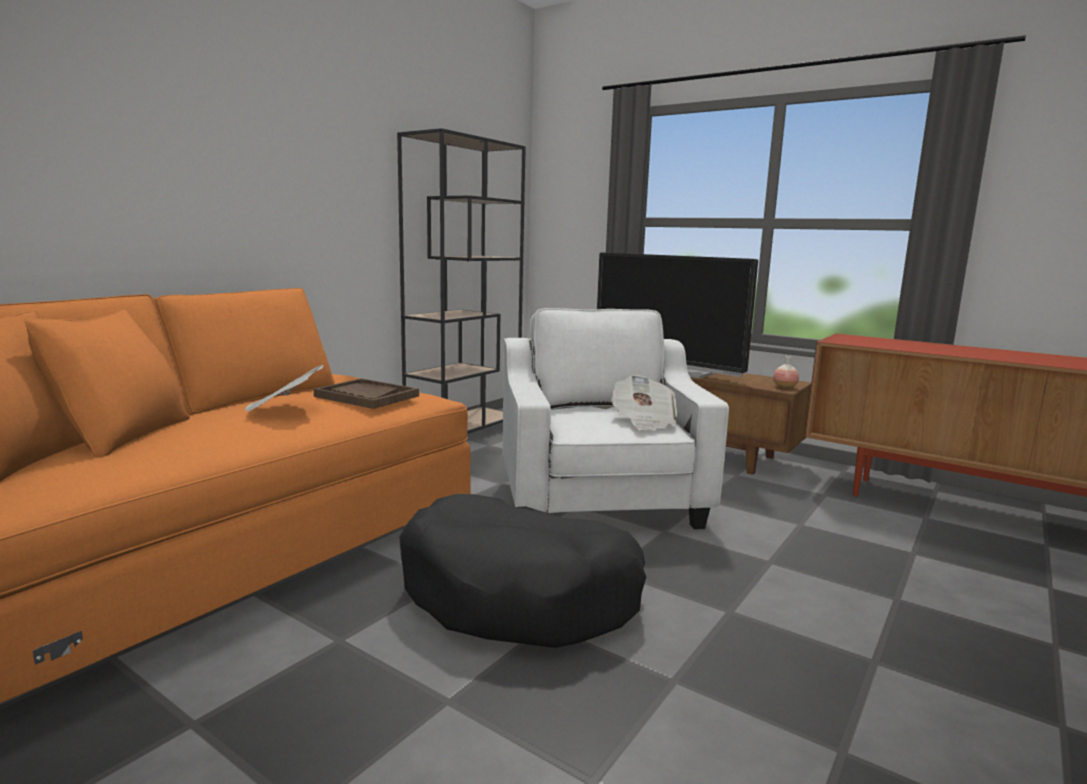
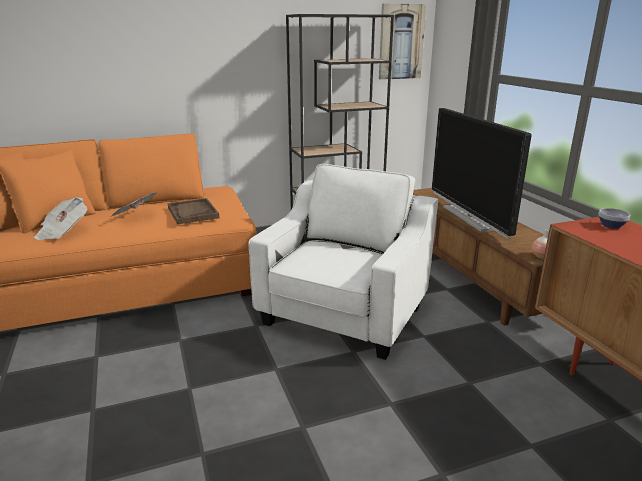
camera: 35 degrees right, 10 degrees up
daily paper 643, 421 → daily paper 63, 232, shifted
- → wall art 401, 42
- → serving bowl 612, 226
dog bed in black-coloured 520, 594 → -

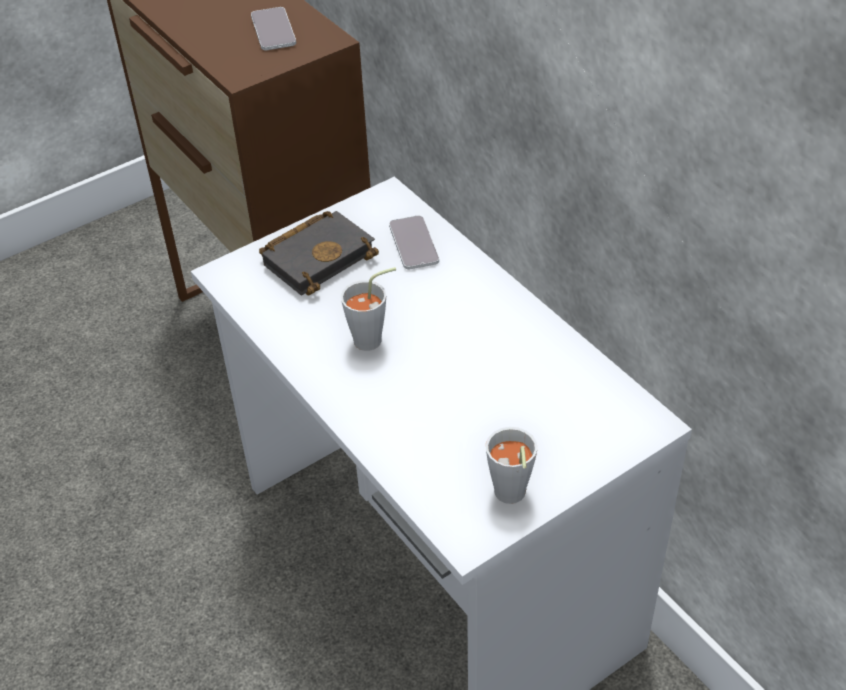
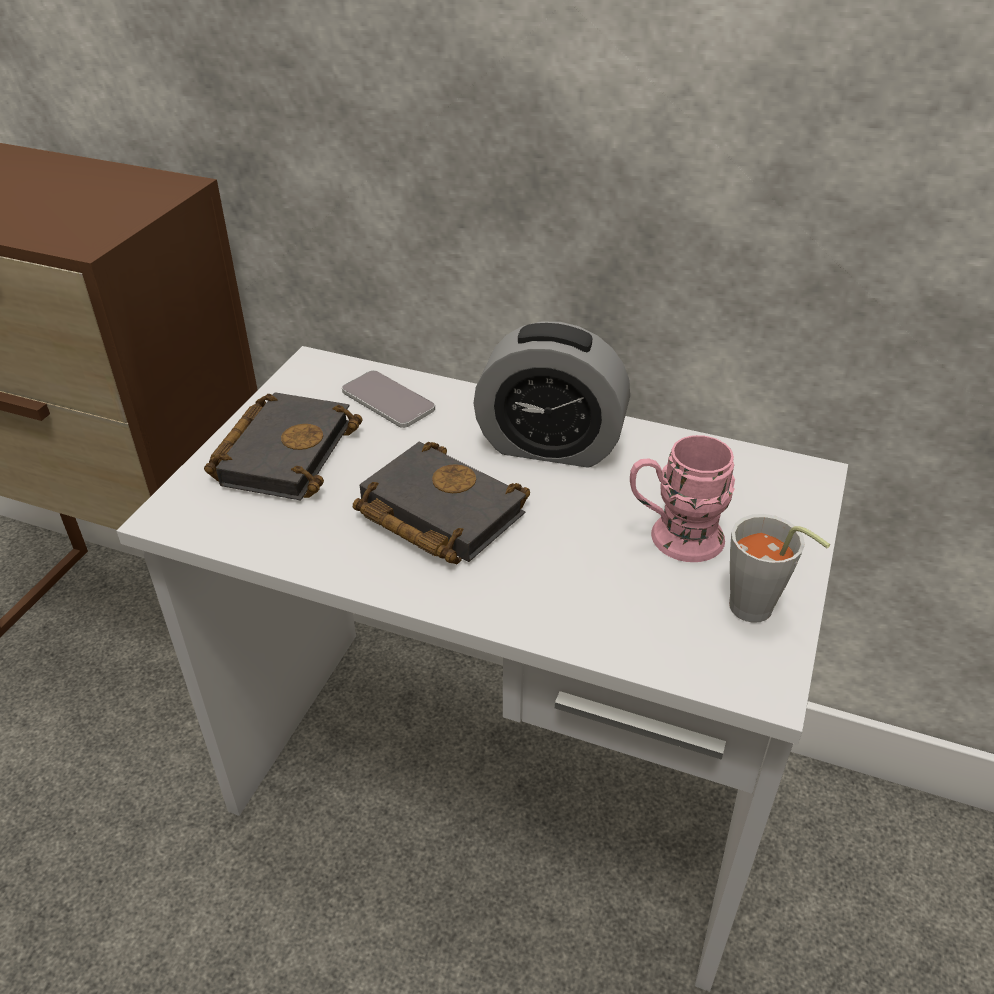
camera: 35 degrees left, 5 degrees down
small cup in gray 374, 339 → book in black-coloured 435, 512
- → alarm clock 550, 445
- → tea mug in pink-coloured 673, 538
telephone 273, 30 → -

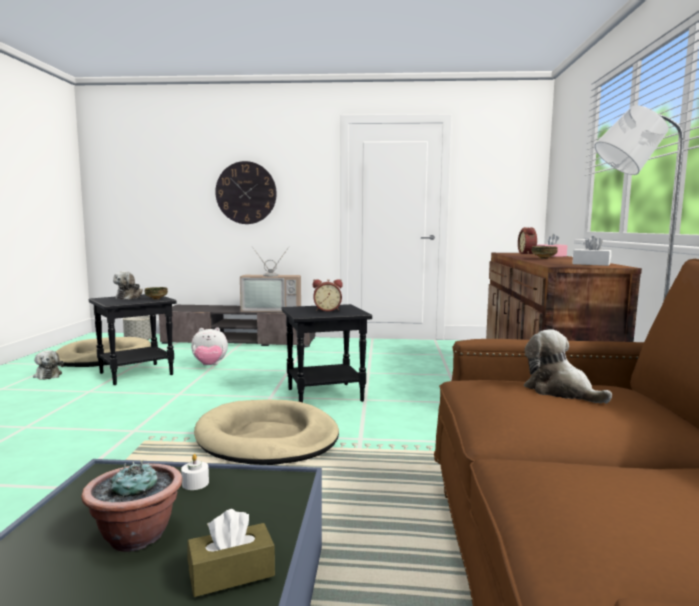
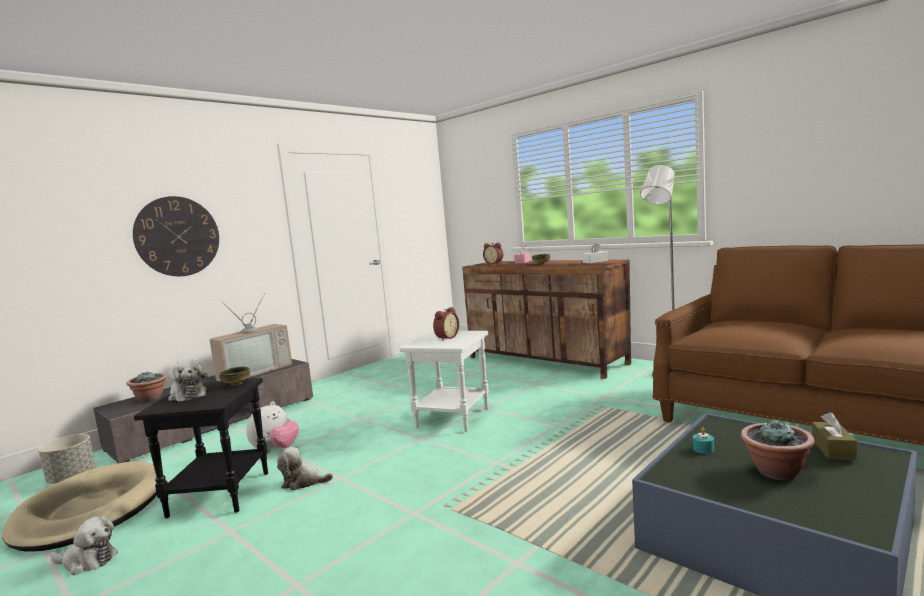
camera: 50 degrees left, 0 degrees up
- → plant in a pot 150, 399
soft toy 560, 391 → soft toy 303, 482, shifted
end table in black-coloured 325, 394 → end table in whitish 452, 417
wax light in whitish 195, 483 → wax light in blue-green 703, 449
dog bed in sand-coloured 267, 438 → -

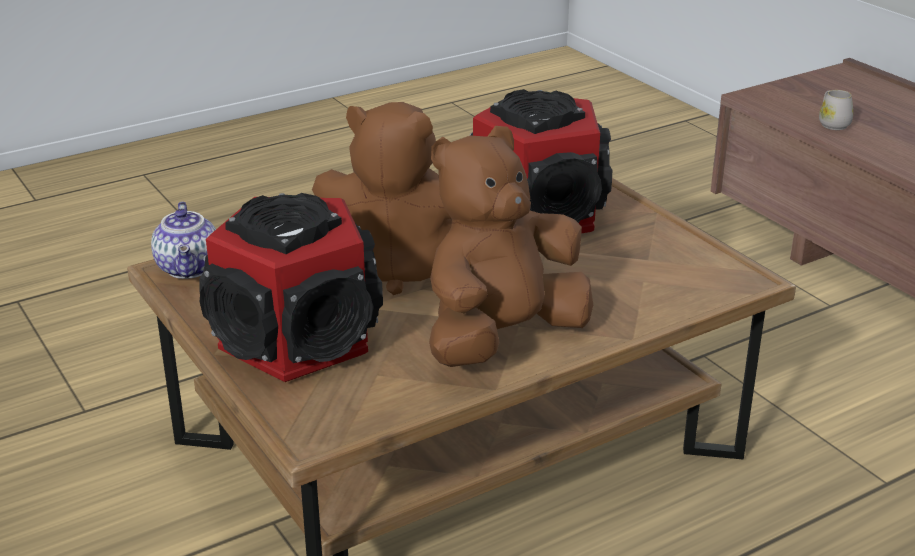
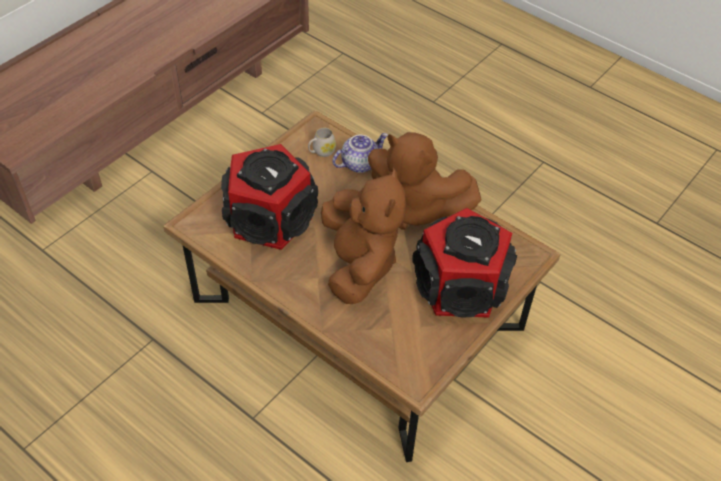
camera: 110 degrees left, 20 degrees up
tea mug in whitish 832, 123 → tea mug in whitish 321, 152, shifted
tea pot 190, 268 → tea pot 359, 163, shifted

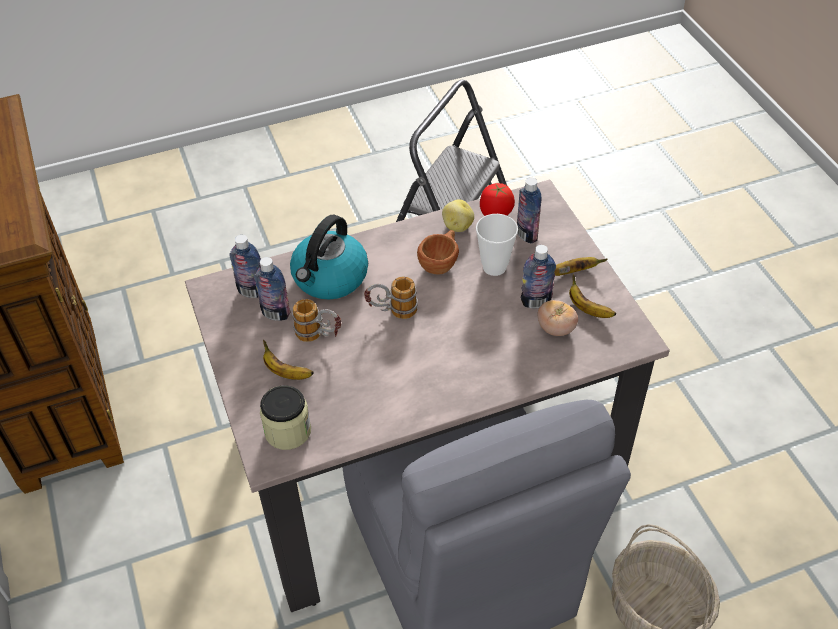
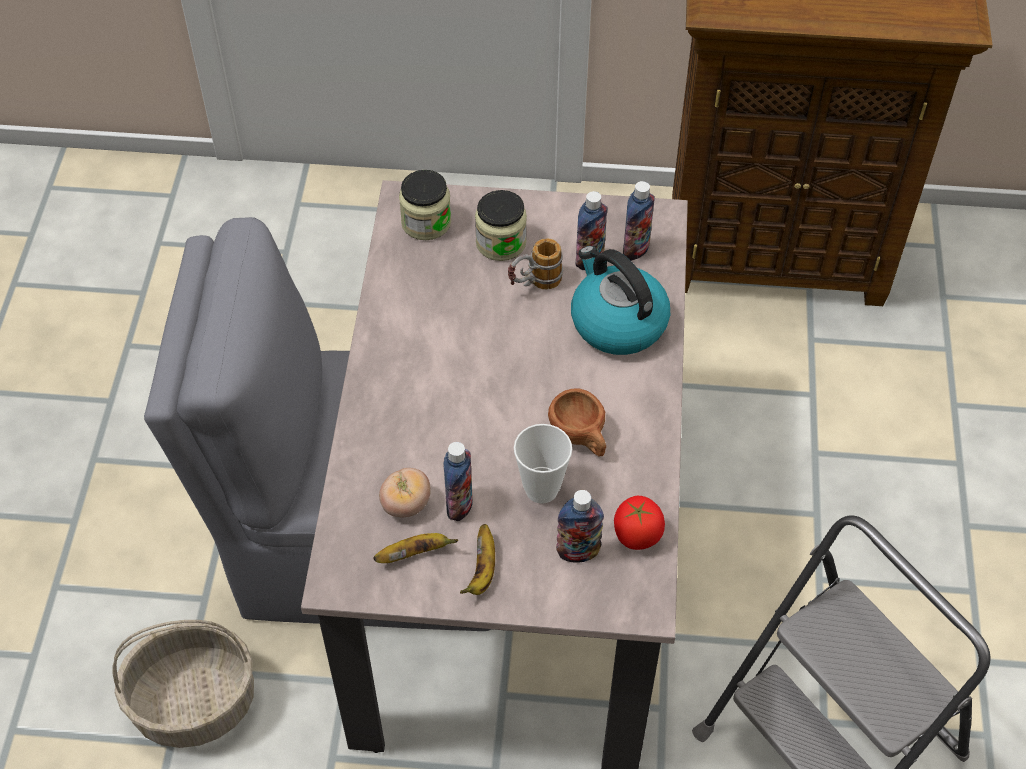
camera: 115 degrees right, 5 degrees up
whole banana 286, 372 → storage jar 501, 243
tea mug 391, 312 → -
whole potato 457, 226 → -

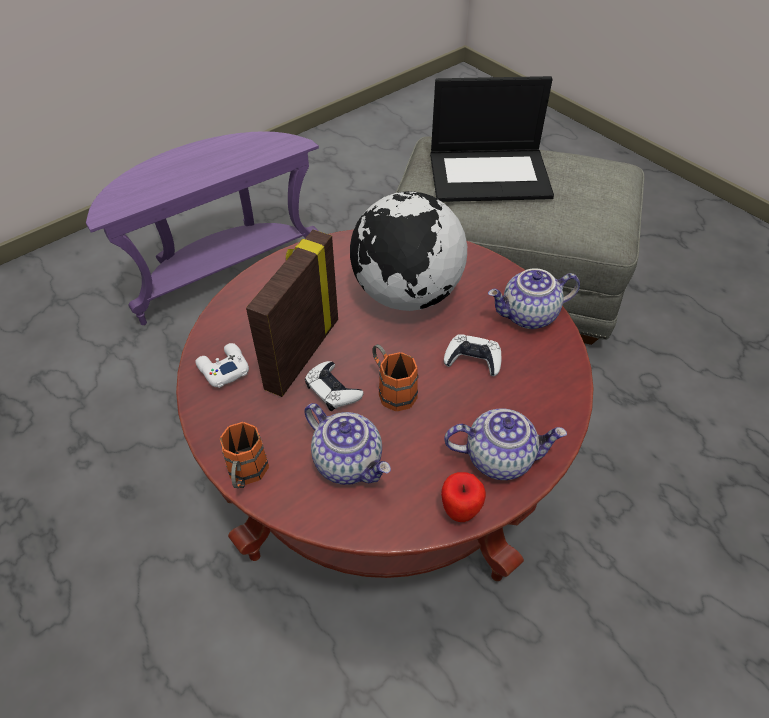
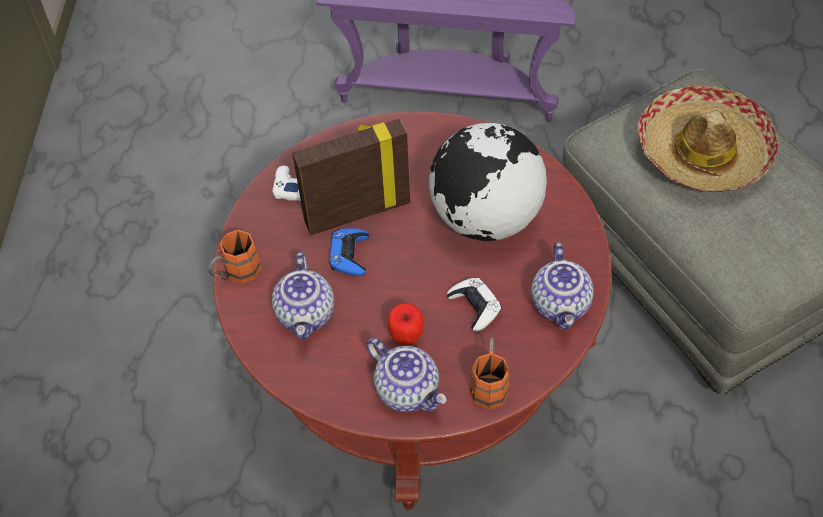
camera: 45 degrees right, 5 degrees up
joypad in whitish 333, 390 → joypad in bluish 349, 255
apple fruit 460, 511 → apple fruit 406, 337, shifted
tea mug in orange 391, 389 → tea mug in orange 489, 383, shifted
tea pot 528, 316 → tea pot 562, 305, 120 degrees counterclockwise
notebook computer 490, 174 → wearable hat 703, 152

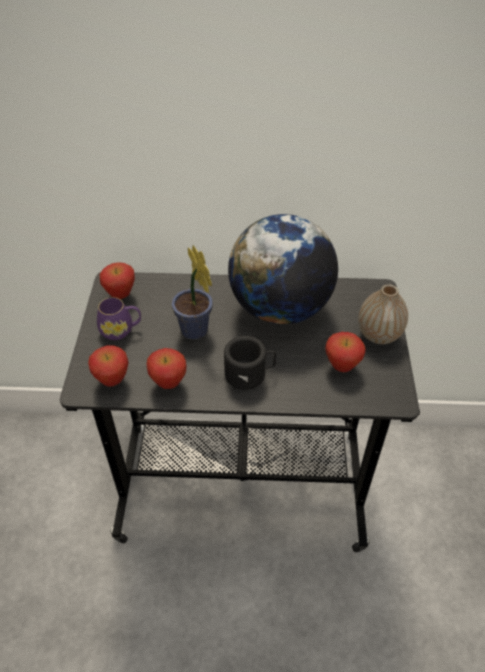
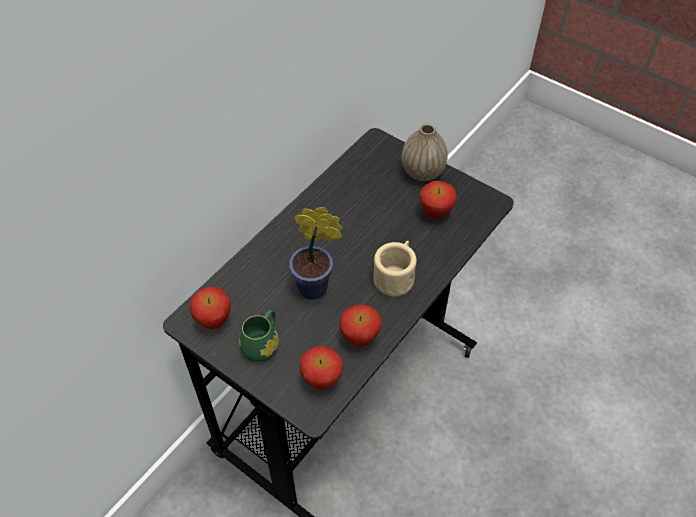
camera: 55 degrees left, 5 degrees up
tea mug in purple 121, 330 → tea mug in greenish 263, 344
tea mug in black-coloured 250, 374 → tea mug in sand-coloured 395, 276
desk globe 280, 308 → -

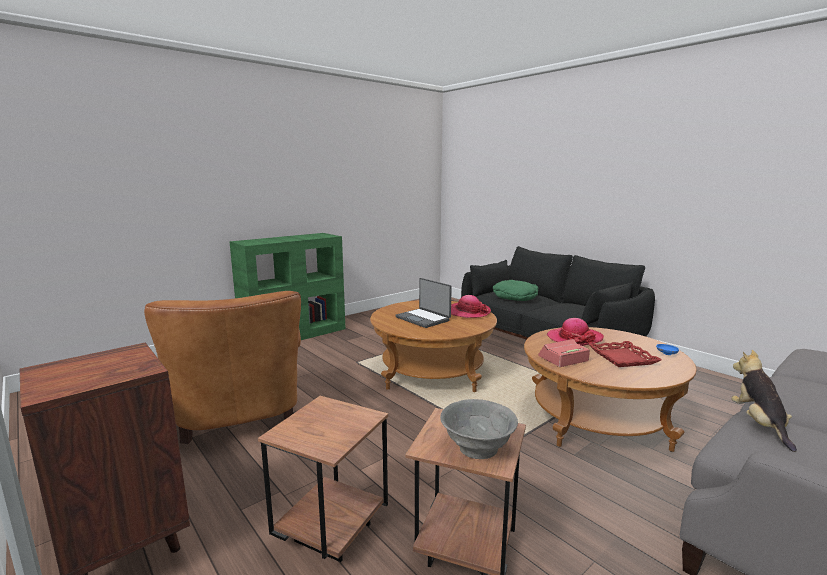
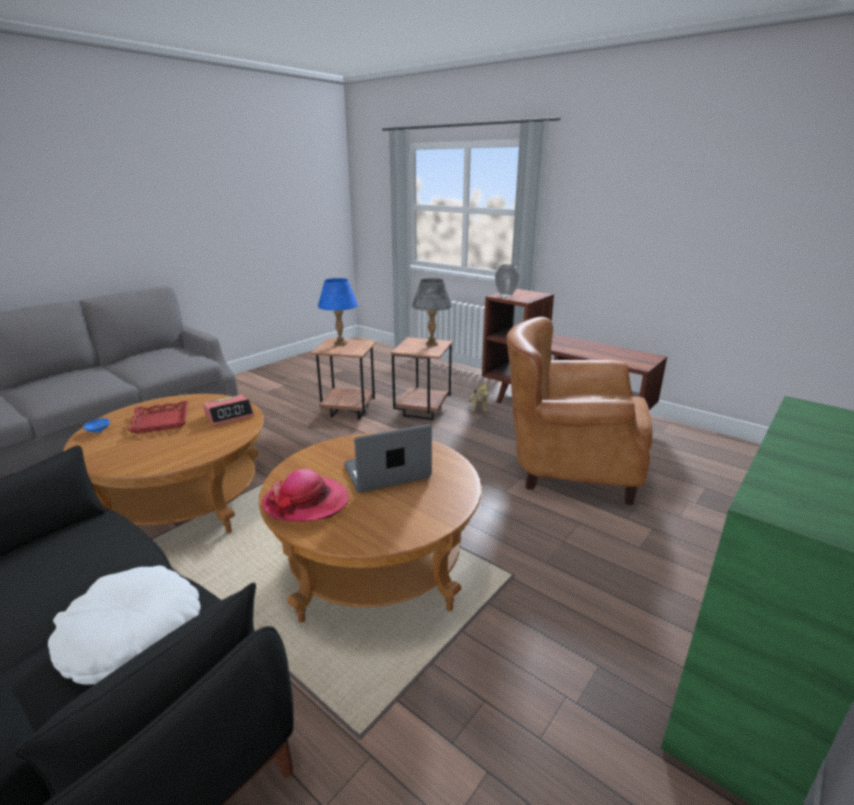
camera: 170 degrees right, 10 degrees up
throw pillow in greenish 516, 297 → throw pillow in whitish 131, 638
serving bowl in gray 477, 448 → lamp for a table in bluish 340, 343
notebook computer 423, 319 → notebook computer 387, 473, 60 degrees counterclockwise
- → lamp for a table in gray 432, 343
soft toy 759, 424 → soft toy 477, 409, shifted
- → flower vase 506, 296
lounge chair in brown-coloured 241, 415 → lounge chair in brown-coloured 568, 469, 45 degrees counterclockwise
wearable hat 574, 338 → -

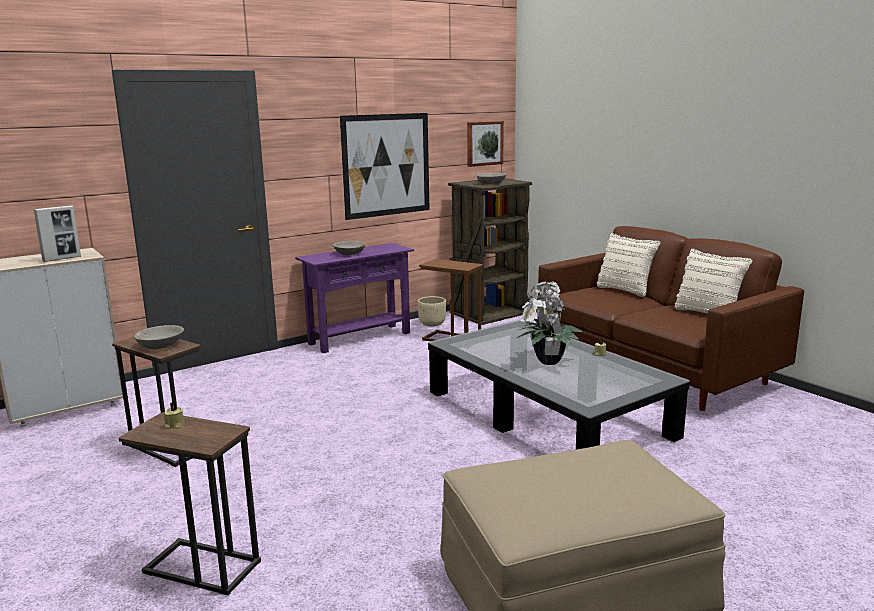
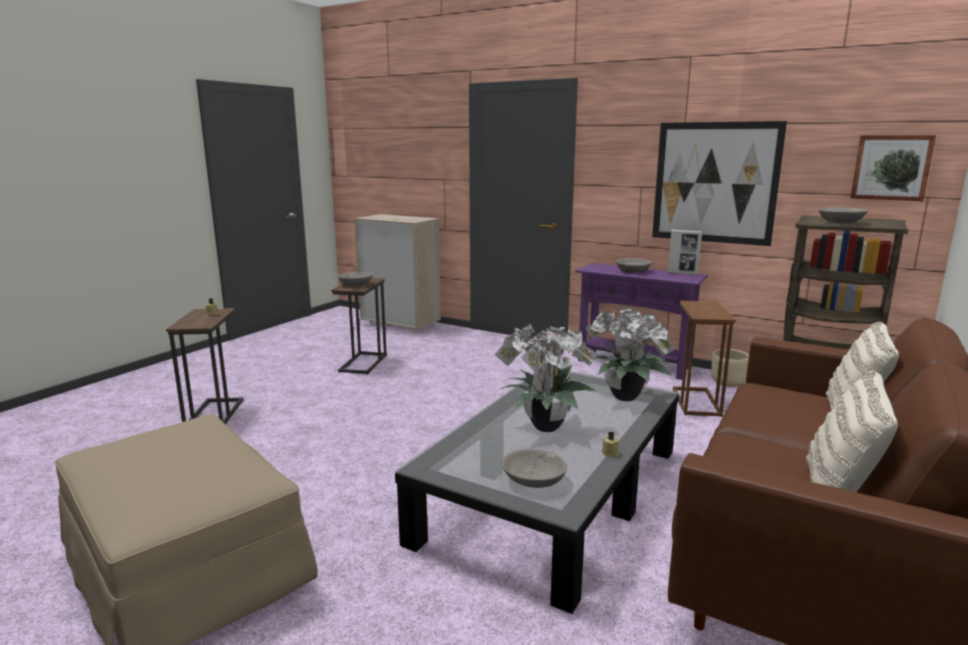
camera: 65 degrees right, 0 degrees up
- → serving bowl in gray 533, 480
- → plant in a pot 627, 398
picture frame 62, 259 → picture frame 682, 273, shifted

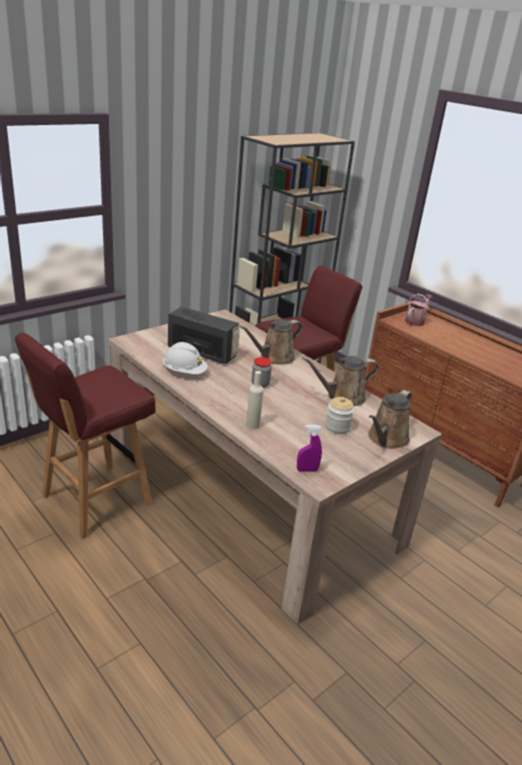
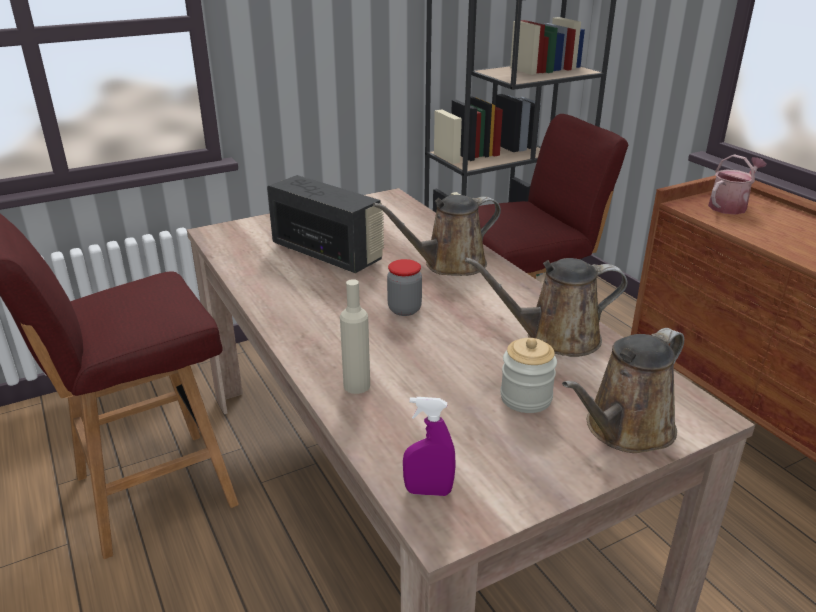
camera: 15 degrees right, 0 degrees up
hard hat in whitish 184, 372 → -

